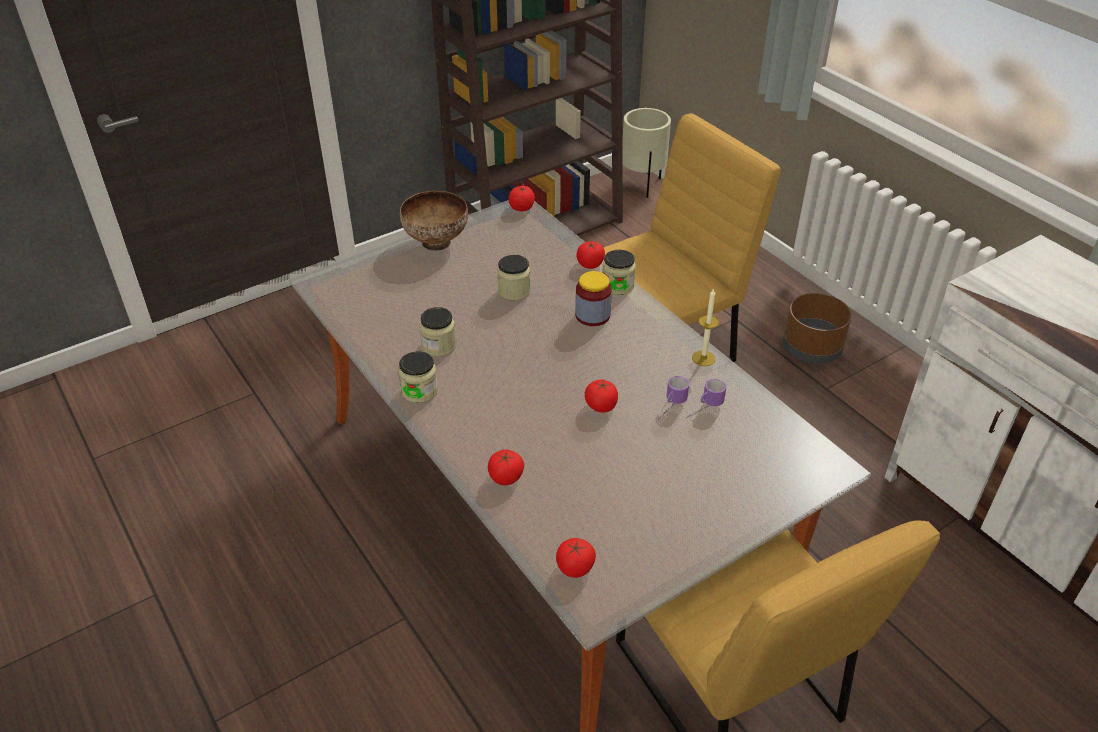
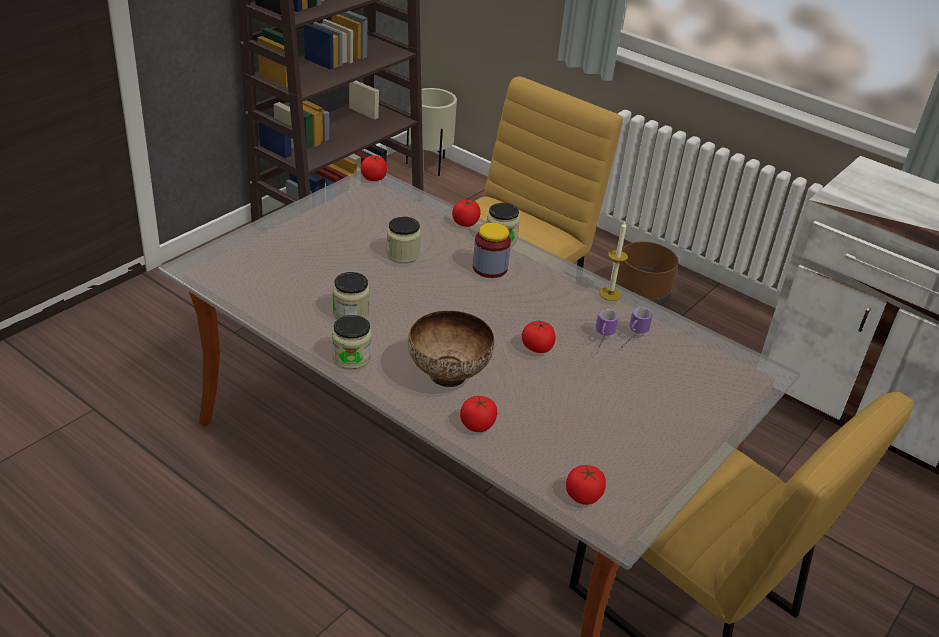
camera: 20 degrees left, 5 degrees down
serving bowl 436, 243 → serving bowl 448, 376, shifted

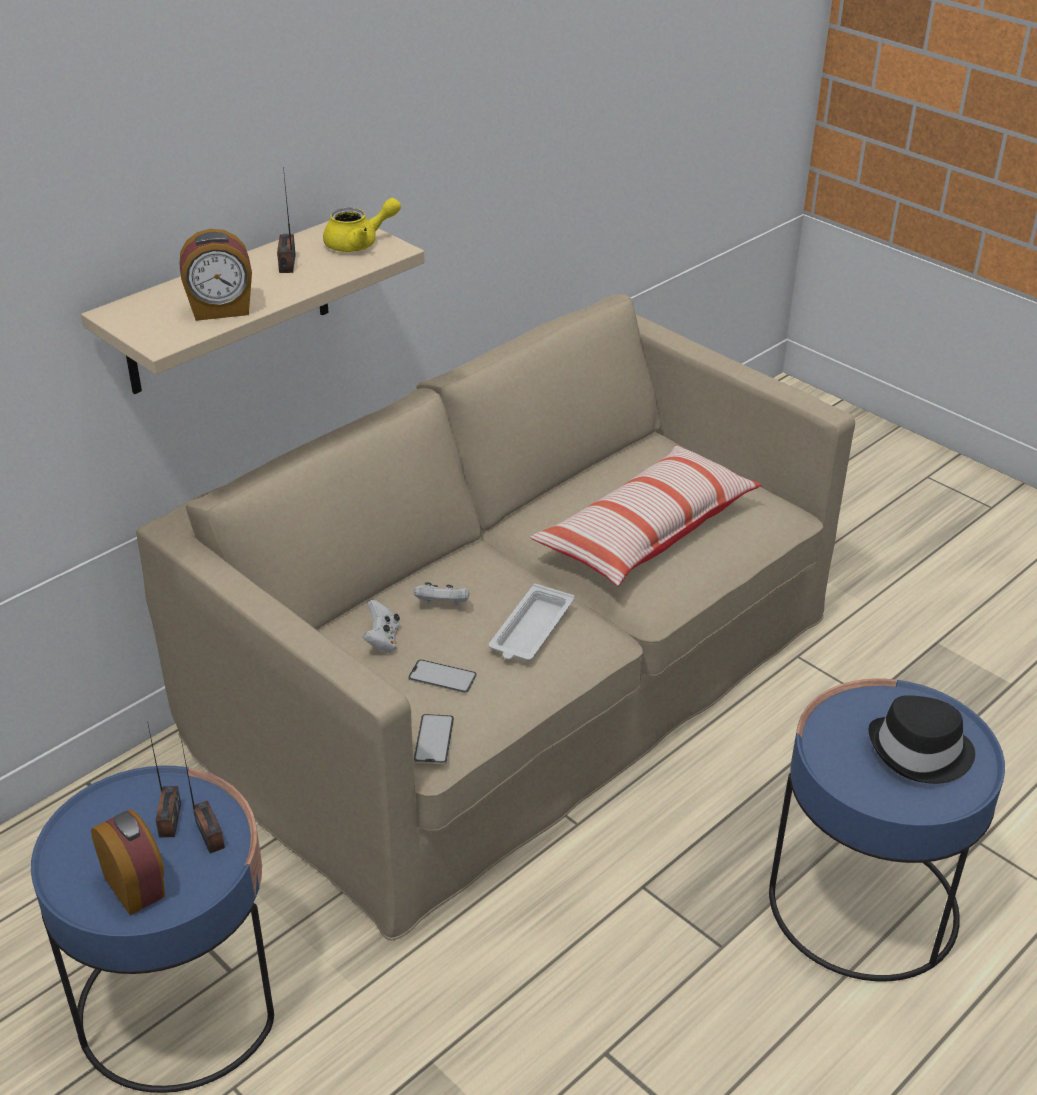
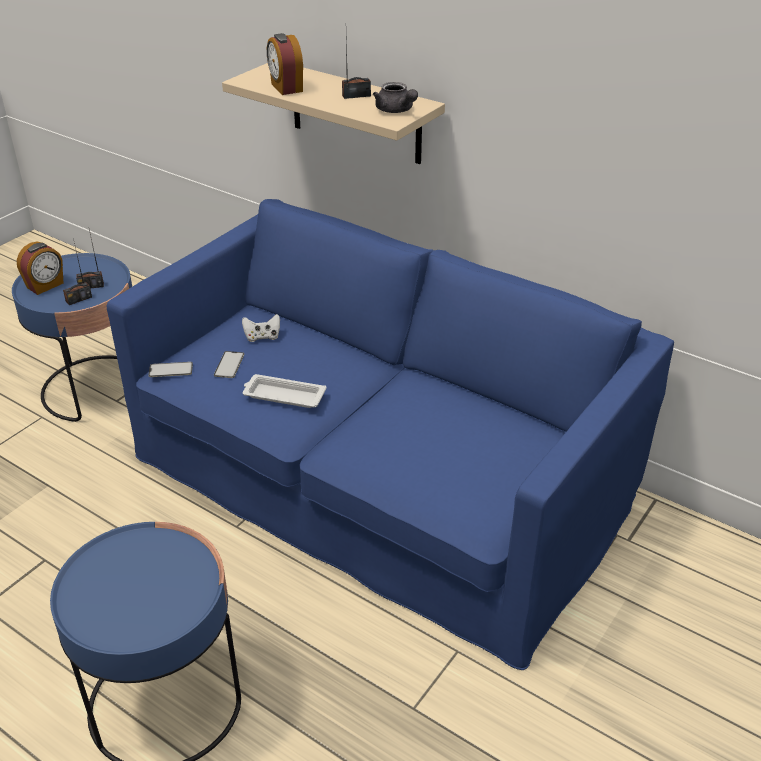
camera: 80 degrees right, 0 degrees up
couch in sand-coloured 517, 676 → couch in bluish 380, 478
tea pot in yellowish 359, 243 → tea pot in gray 396, 111
joypad in whitish 443, 606 → -
throw pillow 647, 532 → -
wearable hat in black-coloured 920, 752 → -

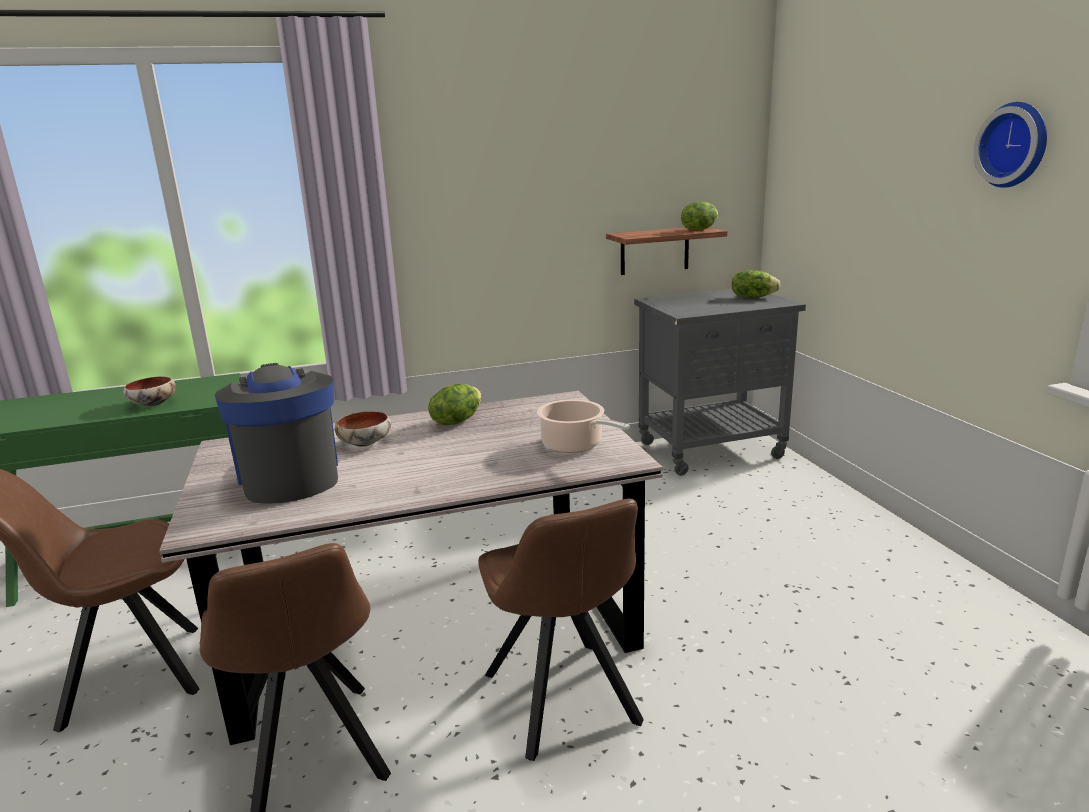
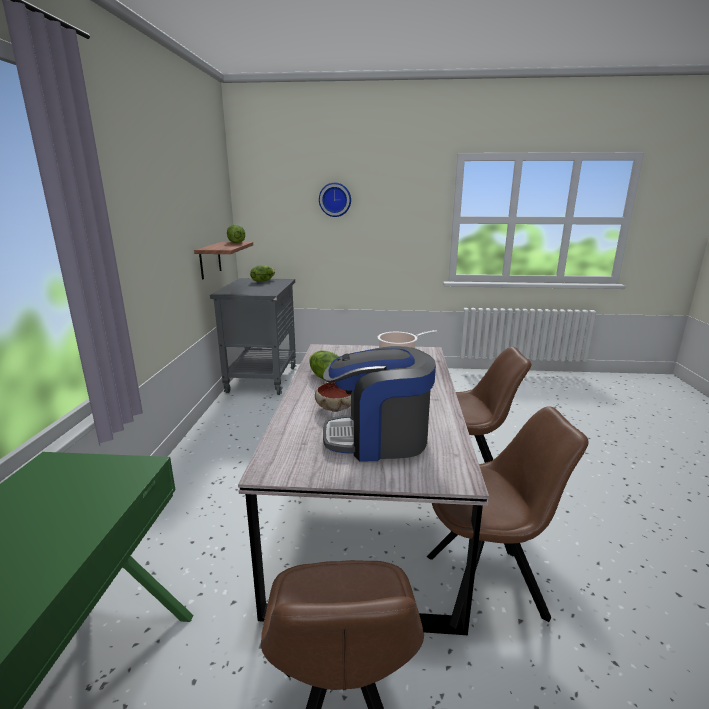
camera: 70 degrees left, 0 degrees up
clock on the wall 1015, 145 → clock on the wall 335, 199, shifted
serving bowl 153, 404 → -

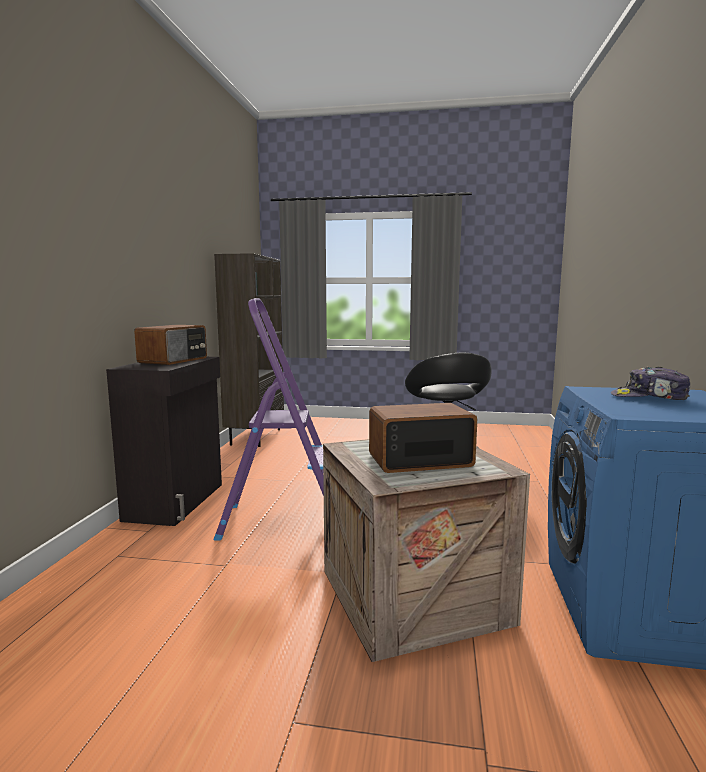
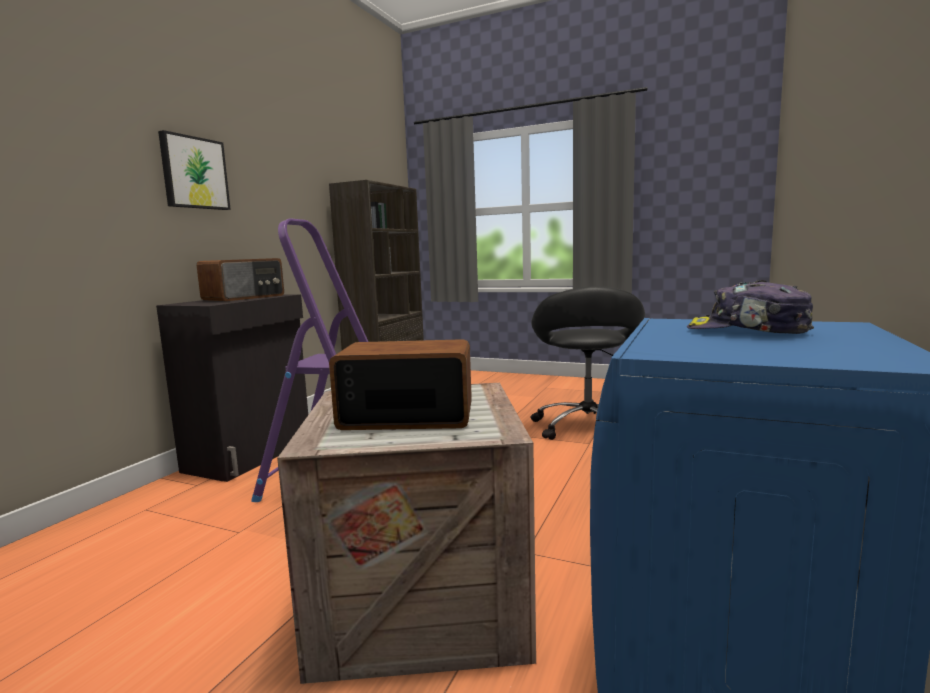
camera: 15 degrees right, 0 degrees up
- → wall art 194, 173

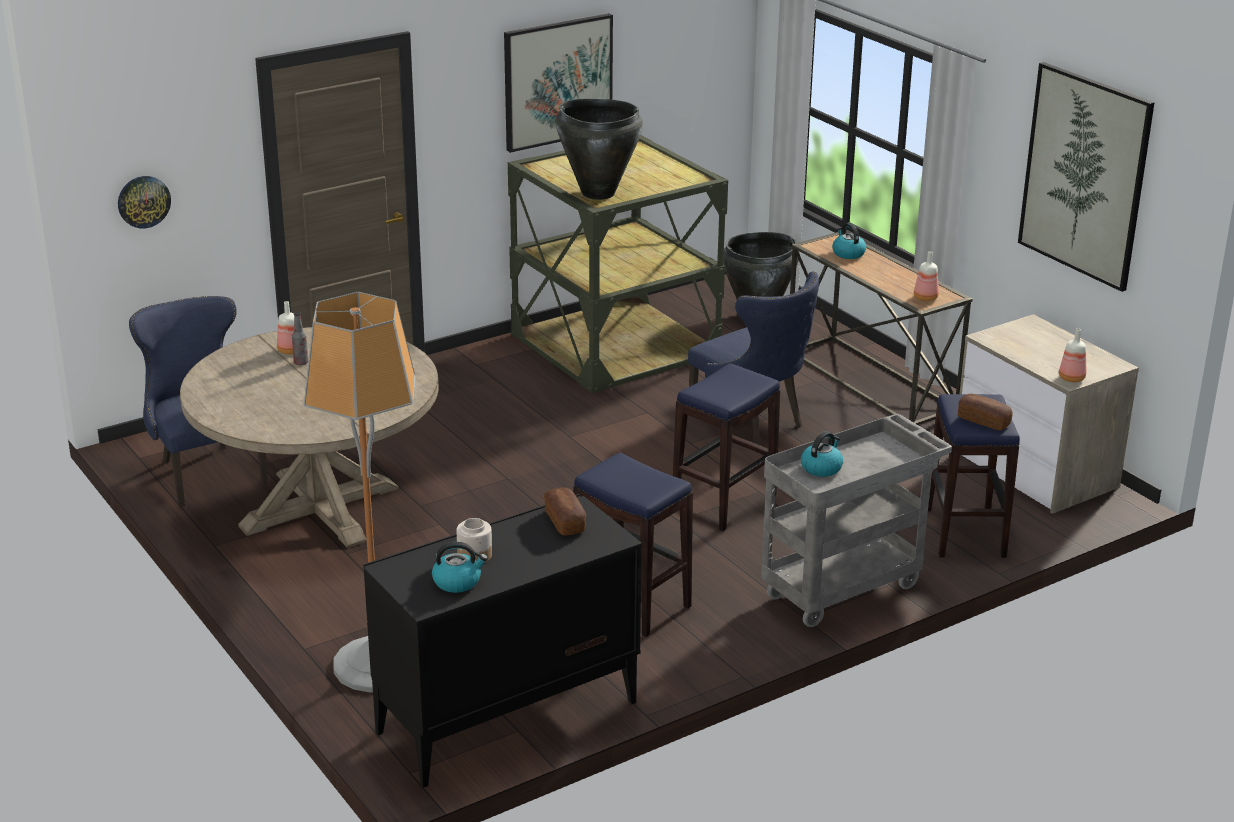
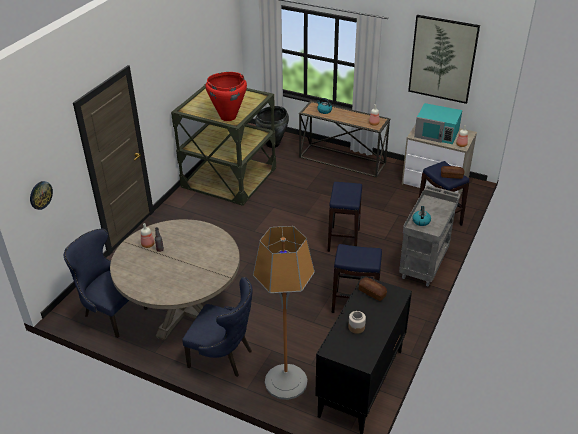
camera: 30 degrees left, 10 degrees up
upright chair in bluish 752, 420 → upright chair in bluish 223, 357, shifted
flower vase in black-coloured 598, 193 → flower vase in red-coloured 228, 117
- → microwave oven in blue-green 437, 133
kettle 458, 582 → -
wall art 557, 81 → -

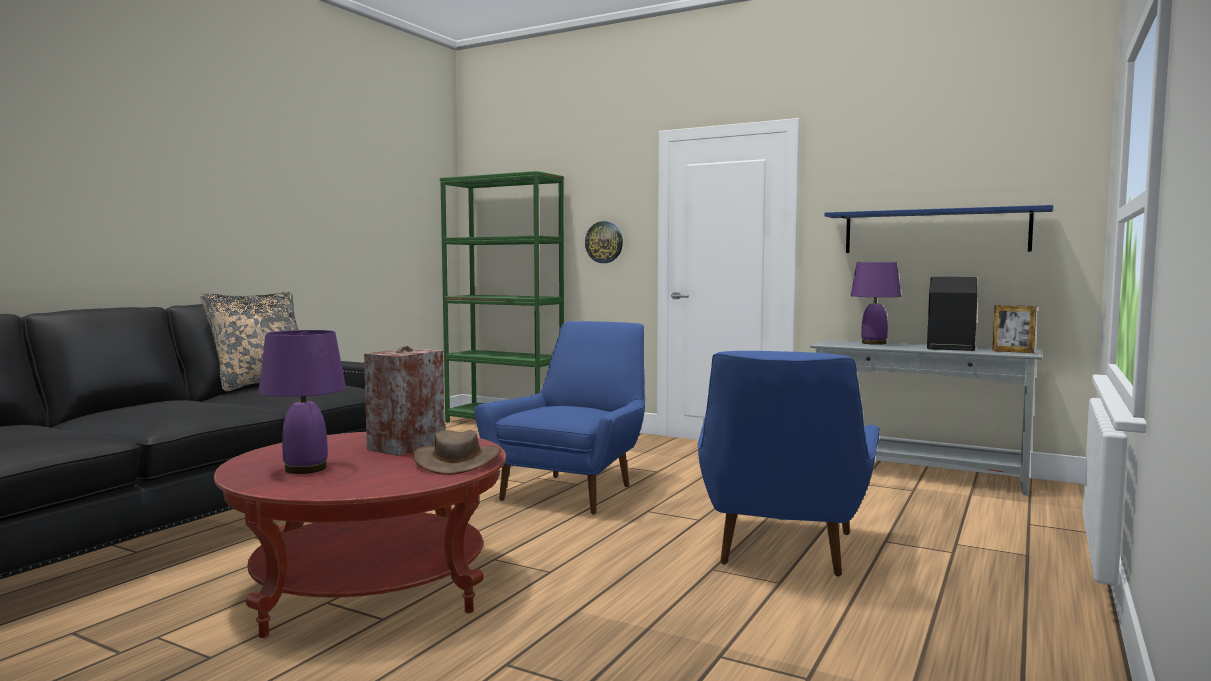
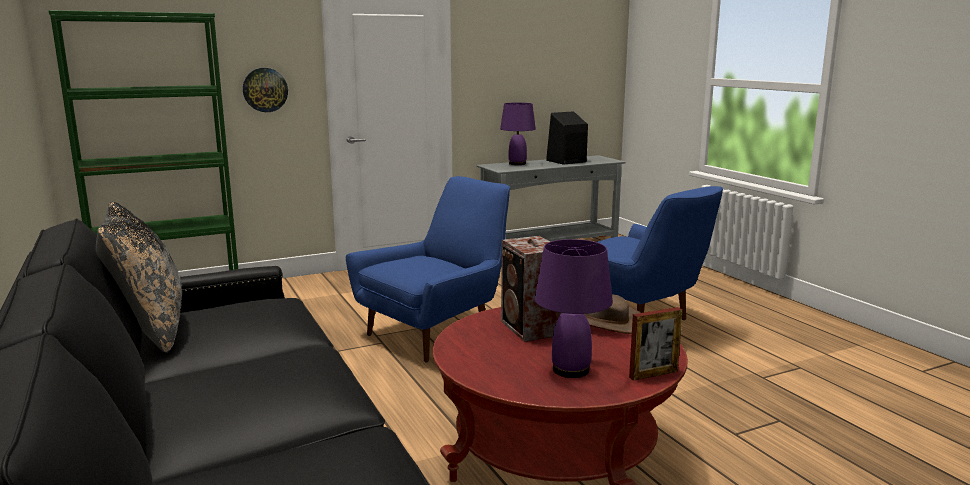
camera: 55 degrees left, 10 degrees up
lounge chair in bluish 573, 491 → lounge chair in bluish 435, 333, 75 degrees clockwise
picture frame 1013, 351 → picture frame 653, 374, shifted
wall shelf in bluish 934, 231 → -

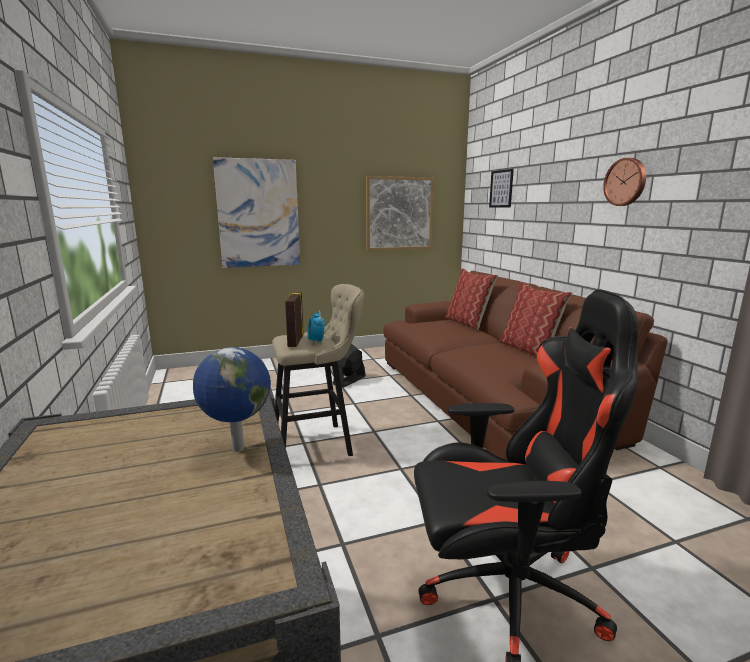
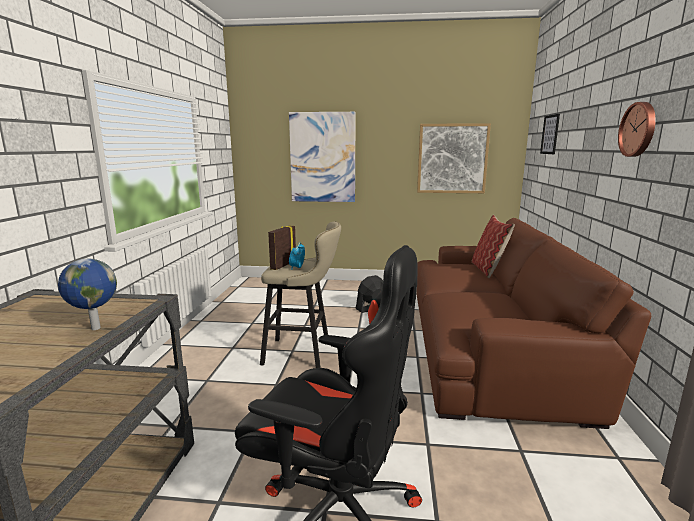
camera: 25 degrees right, 0 degrees up
throw pillow 529, 350 → -

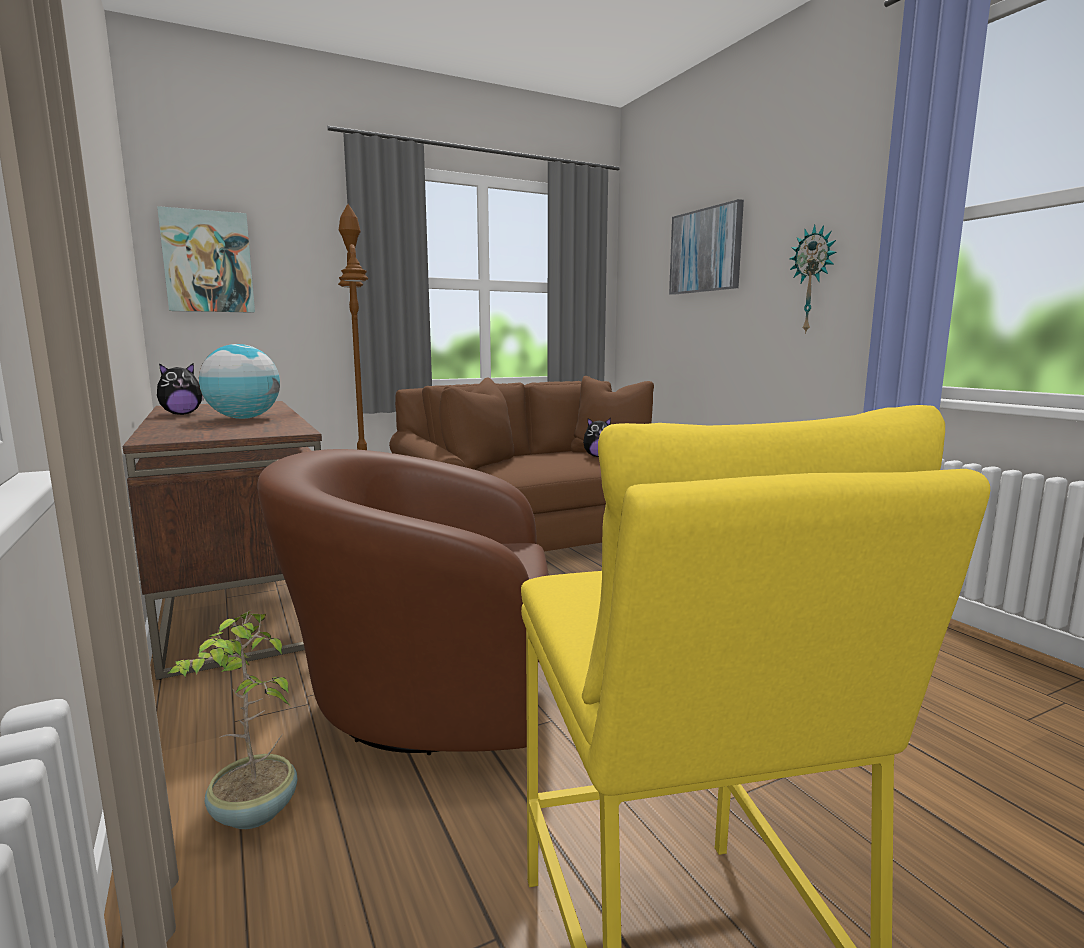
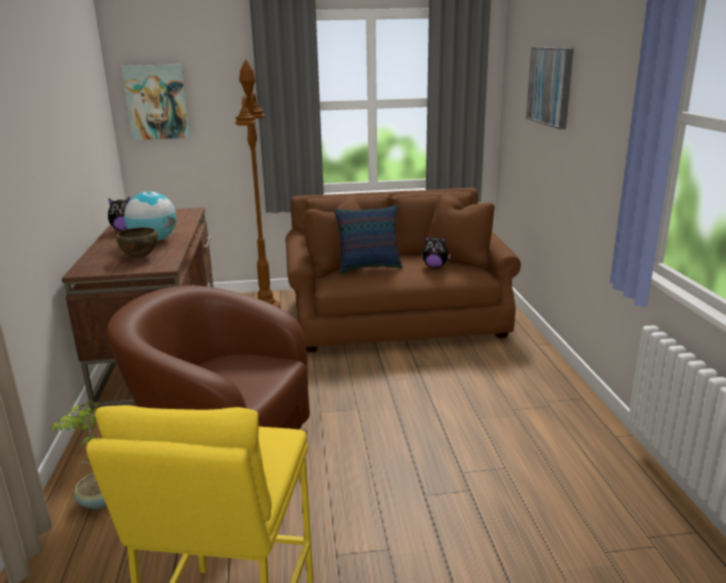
camera: 20 degrees right, 10 degrees up
- → serving bowl in brown-coloured 139, 257
- → throw pillow in bluish 369, 268
clock on the wall 813, 280 → -

